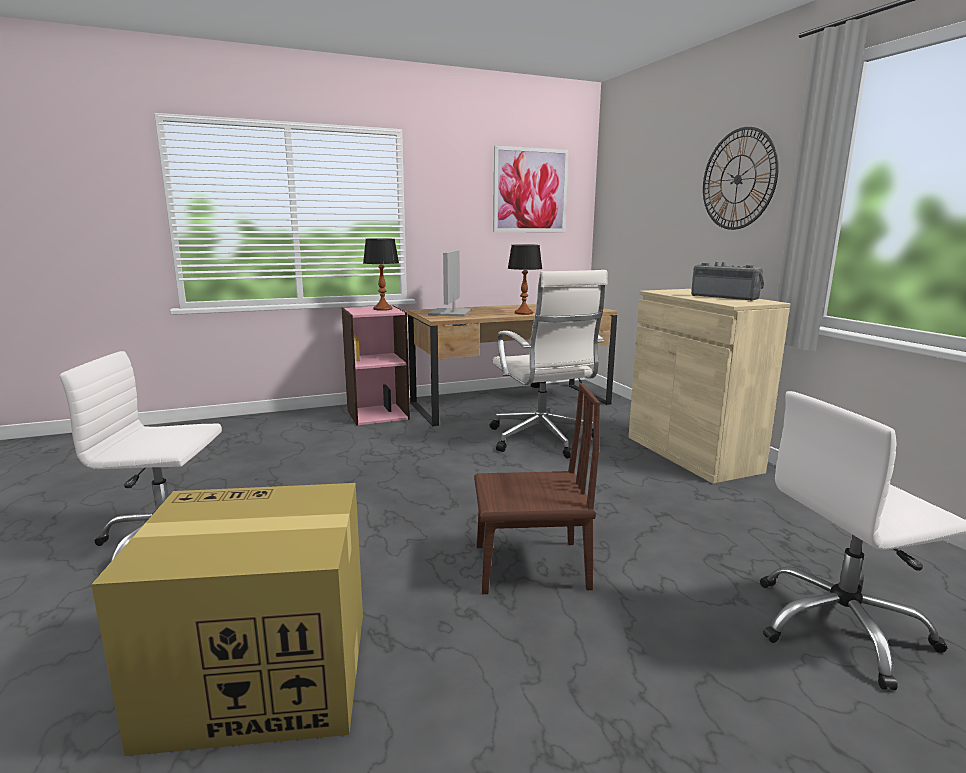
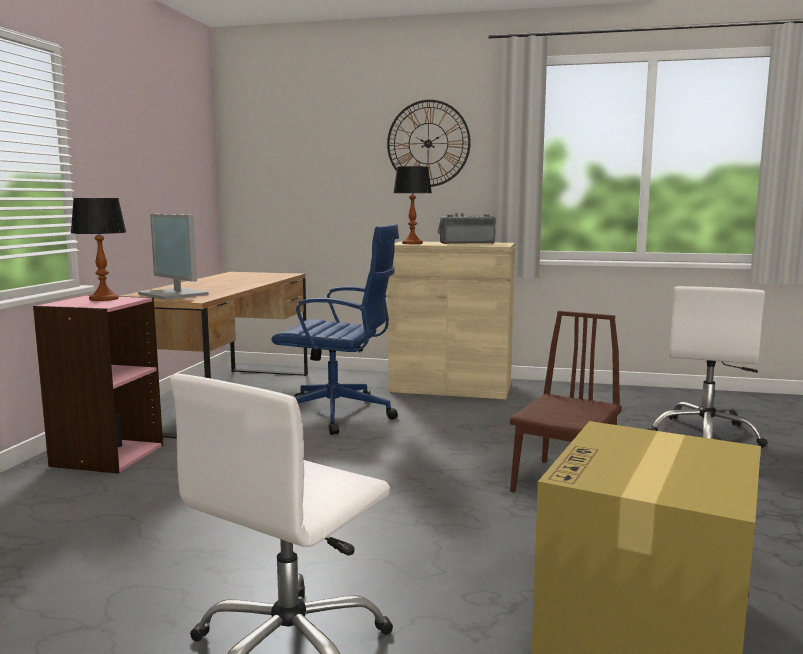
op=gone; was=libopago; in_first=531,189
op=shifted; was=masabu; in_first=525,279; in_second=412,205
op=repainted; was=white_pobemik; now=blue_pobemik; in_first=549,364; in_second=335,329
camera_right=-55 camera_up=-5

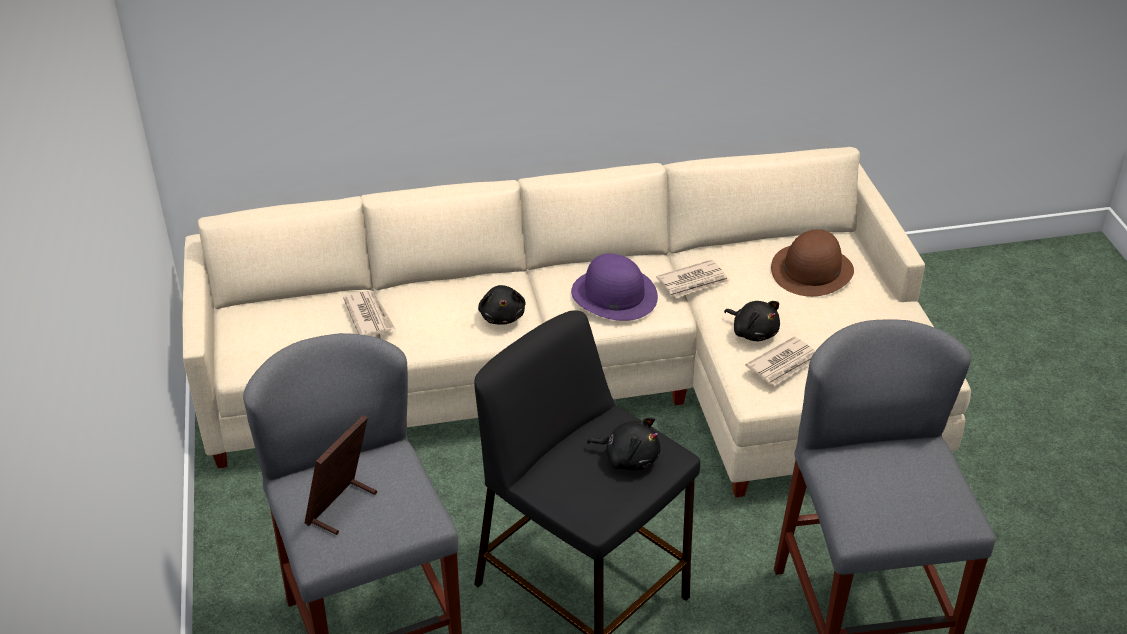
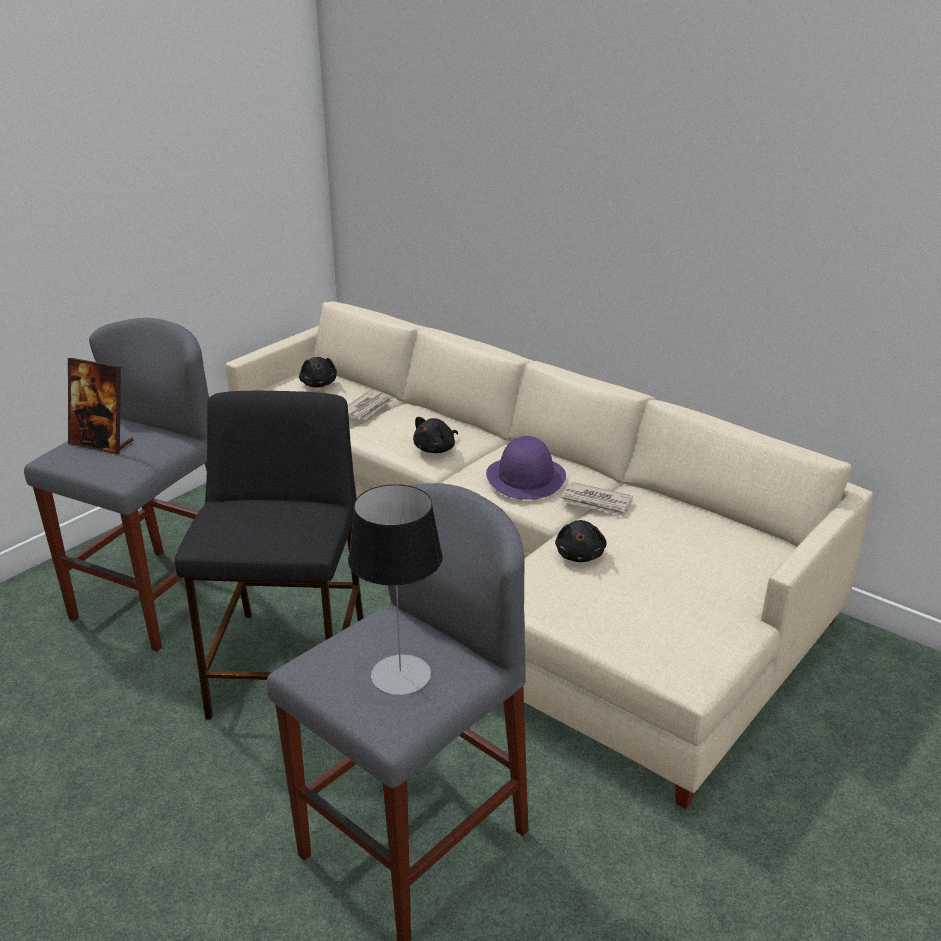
op=gone; was=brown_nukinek; in_first=812,263
op=gone; was=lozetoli; in_first=780,361
op=rotated; was=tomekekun; in_first=341,475; in_second=100,406; clockwise=-150
op=shifted; was=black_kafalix; in_first=624,443; in_second=318,372
op=new; now=masabu; in_second=395,589
camera_right=50 camera_up=-10

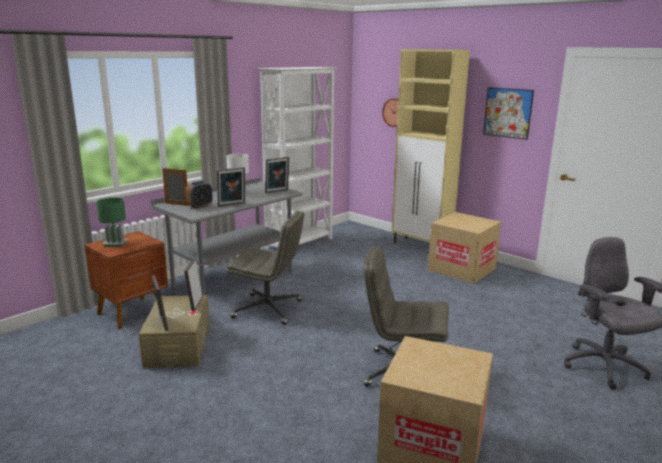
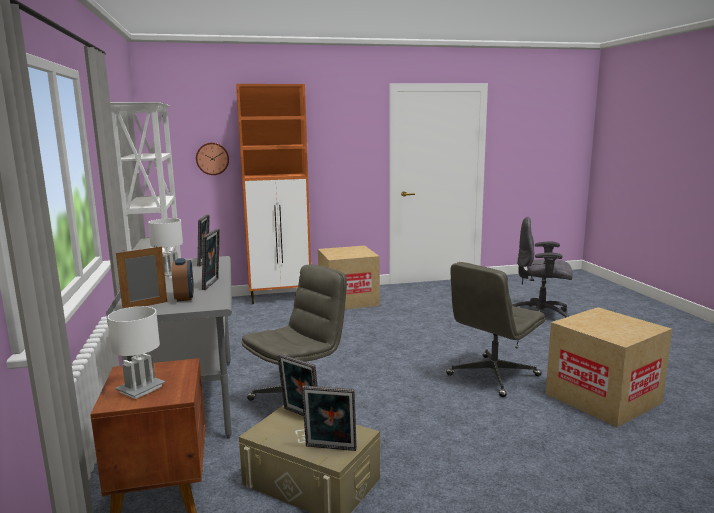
op=repainted; was=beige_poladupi; now=orange_poladupi; in_first=431,146; in_second=273,194
op=gone; was=libopago; in_first=508,113
op=repainted; was=green_masabu; now=white_masabu; in_first=112,222; in_second=136,352
camera_right=-55 camera_up=-5

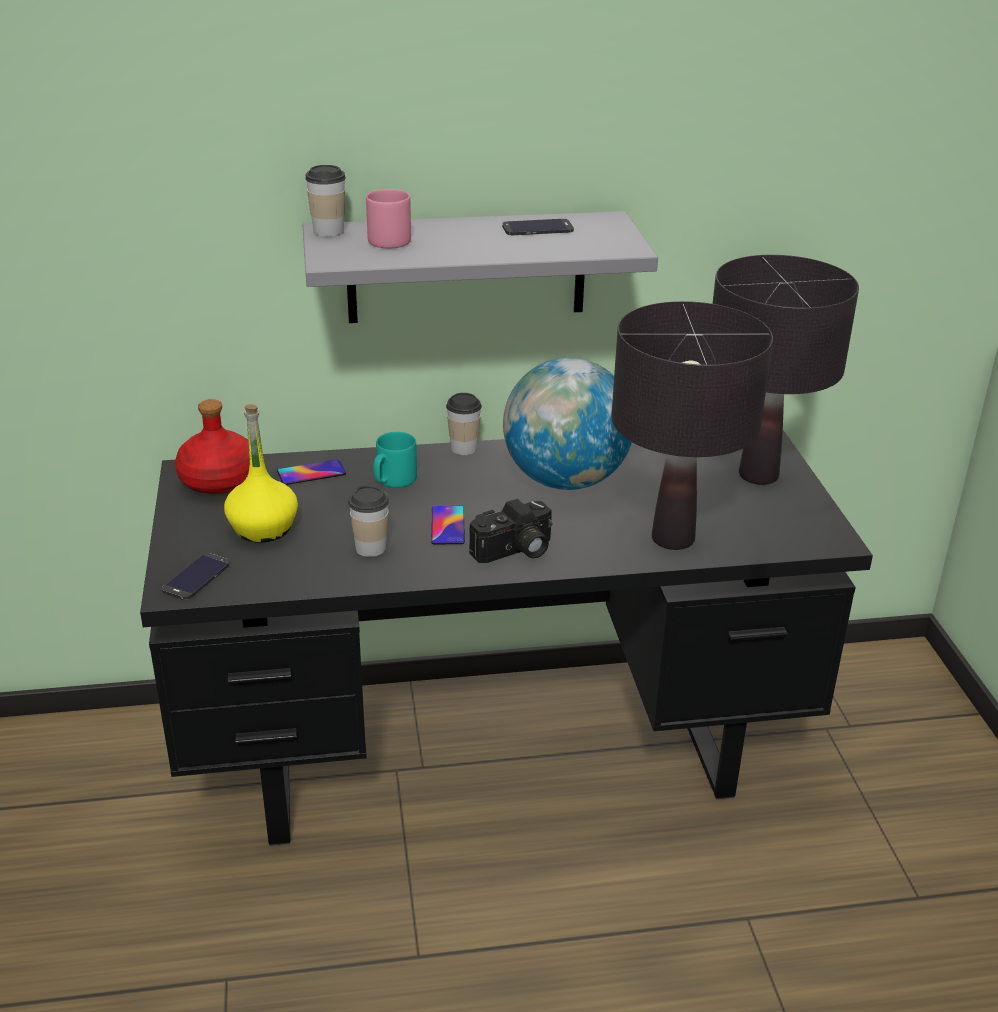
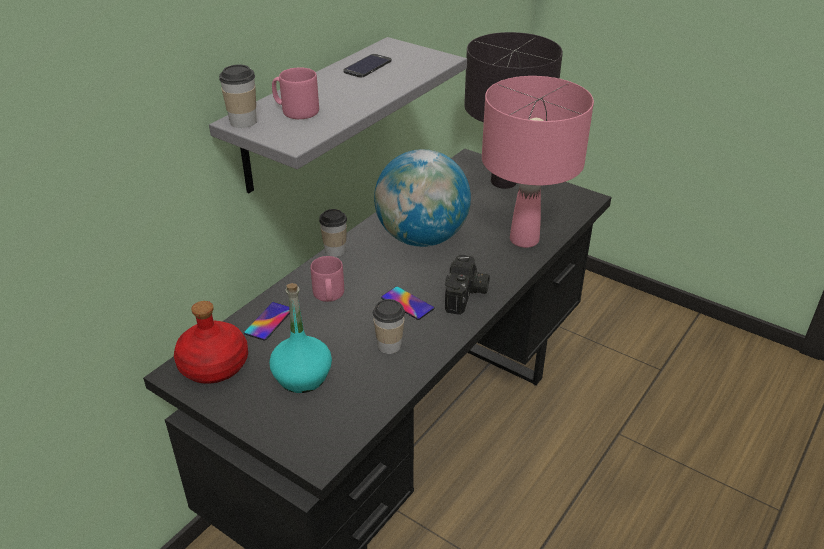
op=repainted; was=black_masabu; now=pink_masabu; in_first=692,425; in_second=538,162
op=repainted; was=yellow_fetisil; now=turquoise_fetisil; in_first=261,473; in_second=300,338
op=repainted; was=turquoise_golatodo; now=pink_golatodo; in_first=395,460; in_second=327,279
op=gone; was=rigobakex; in_first=196,576
camera_right=-45 camera_up=5

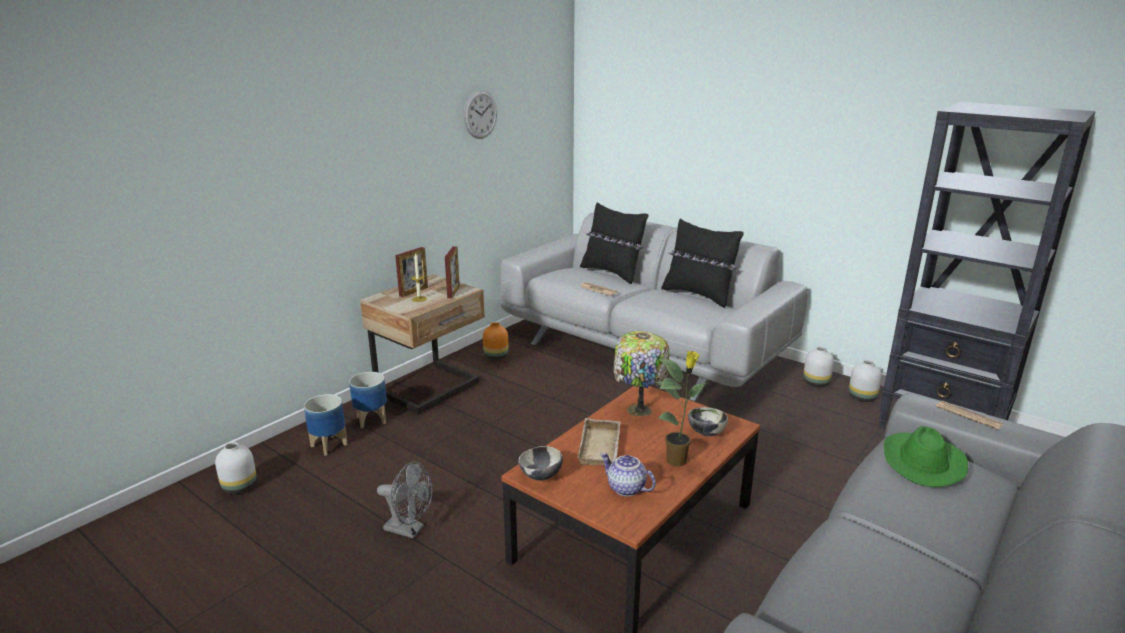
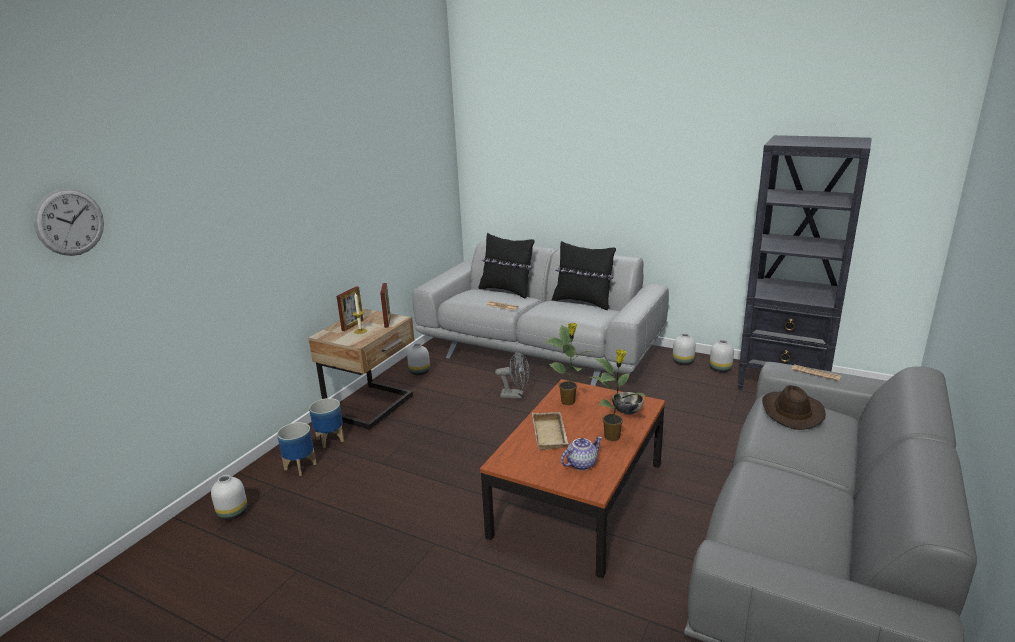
op=shifted; was=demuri; in_first=480,114; in_second=69,222
op=repainted; was=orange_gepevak; now=white_gepevak; in_first=496,341; in_second=418,359
op=swapped; was=masabu; now=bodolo; in_first=641,373; in_second=568,364
op=repainted; was=green_nukinek; now=brown_nukinek; in_first=926,456; in_second=794,407
op=gone; was=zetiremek; in_first=540,463
op=rotated; was=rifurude; in_first=628,474; in_second=581,453; clockwise=120
op=shifted; was=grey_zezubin; in_first=405,499; in_second=512,375
camera_right=-10 camera_up=0

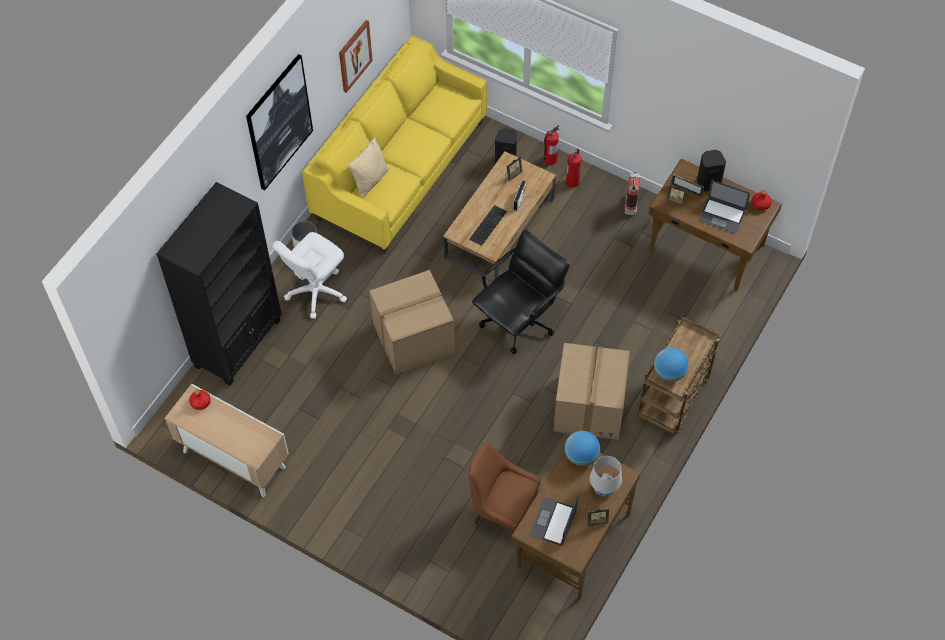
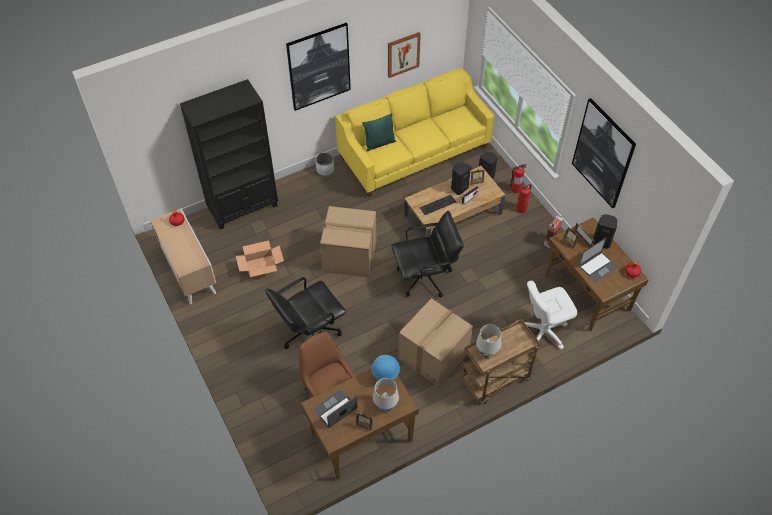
op=repainted; was=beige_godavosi; now=green_godavosi; in_first=368,167; in_second=379,132
op=rotated; was=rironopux; in_first=724,206; in_second=598,260; clockwise=-90
op=shifted; was=white_pobemik; in_first=309,275; in_second=551,316
op=swapped; was=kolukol; now=white_masabu; in_first=671,365; in_second=488,341
op=new; now=libopago; in_second=604,153
op=new; now=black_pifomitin; in_second=461,178
op=new; now=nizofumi; in_second=260,259
op=new; now=black_pobemik; in_second=305,313
camera_right=30 camera_up=-5

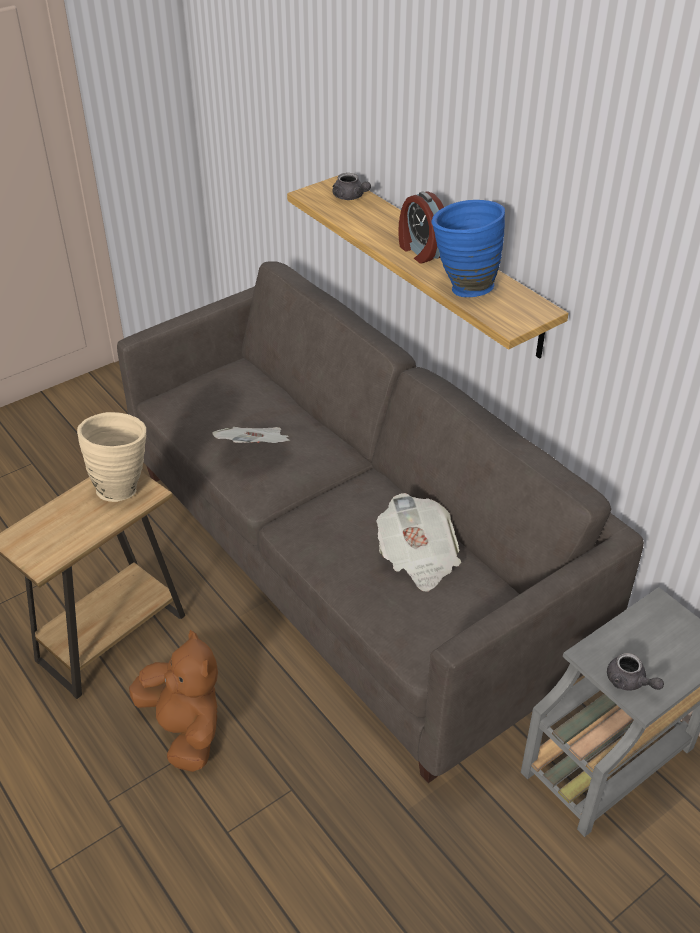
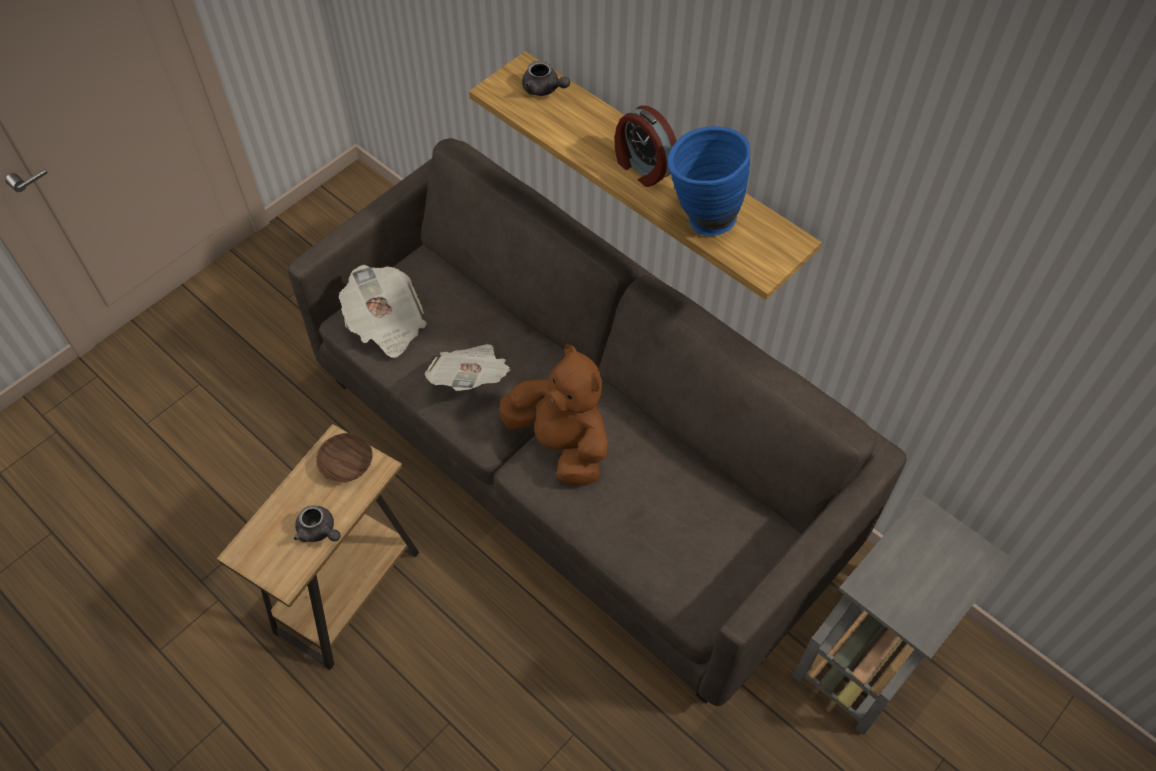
op=swapped; was=beige_gepevak; now=brown_zetiremek; in_first=111,457; in_second=344,457
op=shifted; was=lozetoli; in_first=418,542; in_second=383,311
op=shifted; was=brown_kafalix; in_first=173,701; in_second=554,415
op=shifted; was=grey_rifurude; in_first=635,672; in_second=317,523
camera_right=-10 camera_up=15

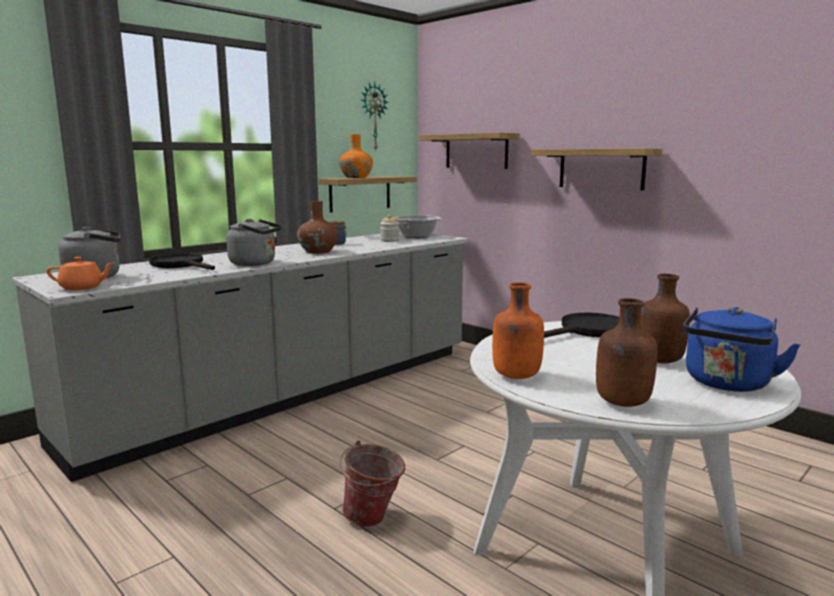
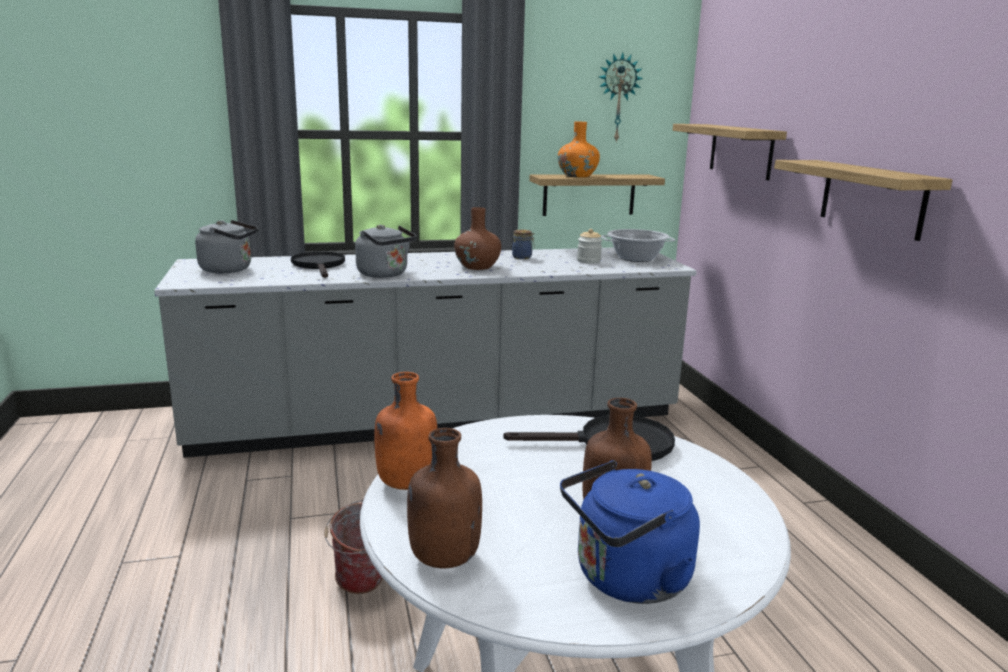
op=gone; was=orange_rifurude; in_first=80,273
camera_right=30 camera_up=5

